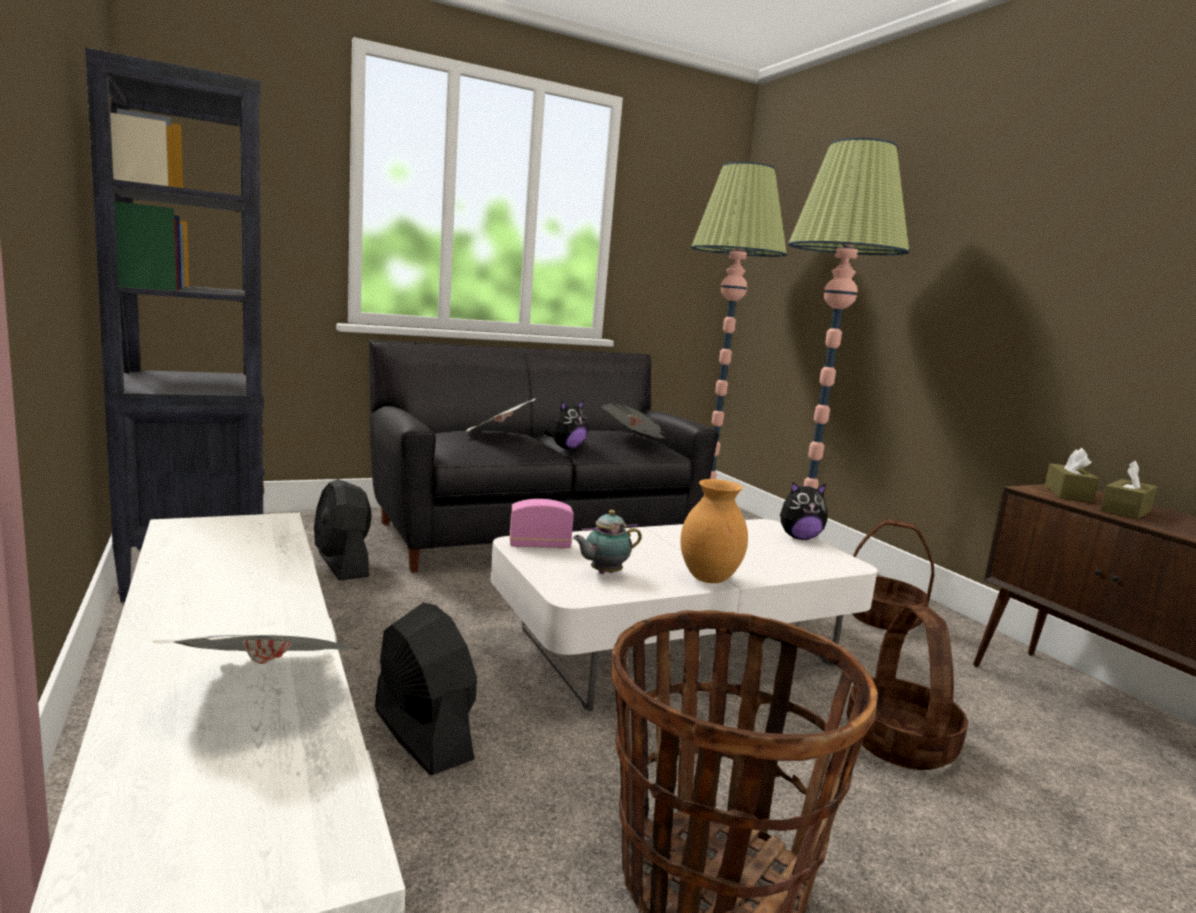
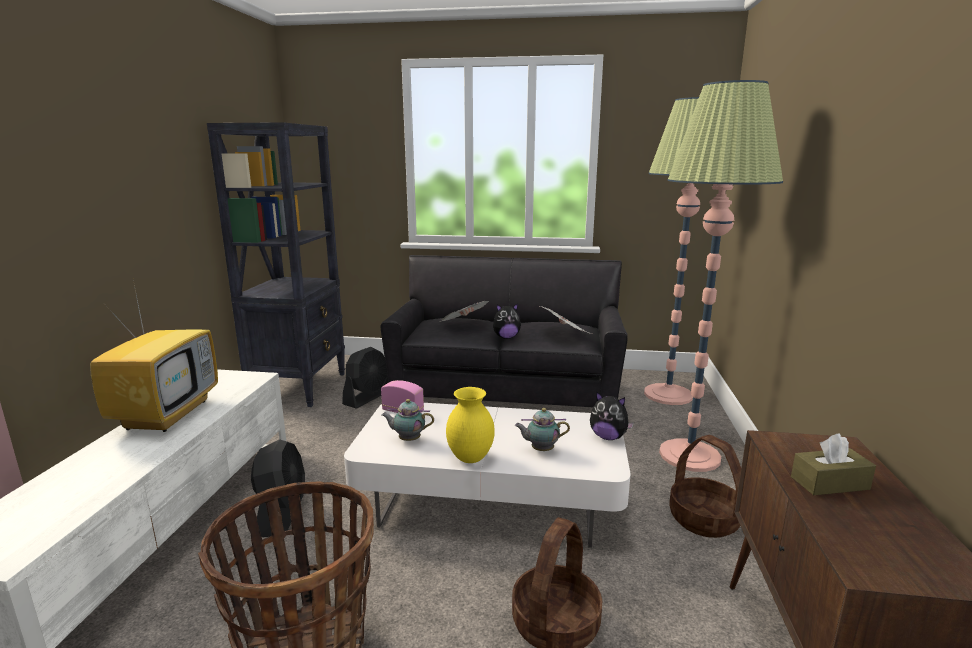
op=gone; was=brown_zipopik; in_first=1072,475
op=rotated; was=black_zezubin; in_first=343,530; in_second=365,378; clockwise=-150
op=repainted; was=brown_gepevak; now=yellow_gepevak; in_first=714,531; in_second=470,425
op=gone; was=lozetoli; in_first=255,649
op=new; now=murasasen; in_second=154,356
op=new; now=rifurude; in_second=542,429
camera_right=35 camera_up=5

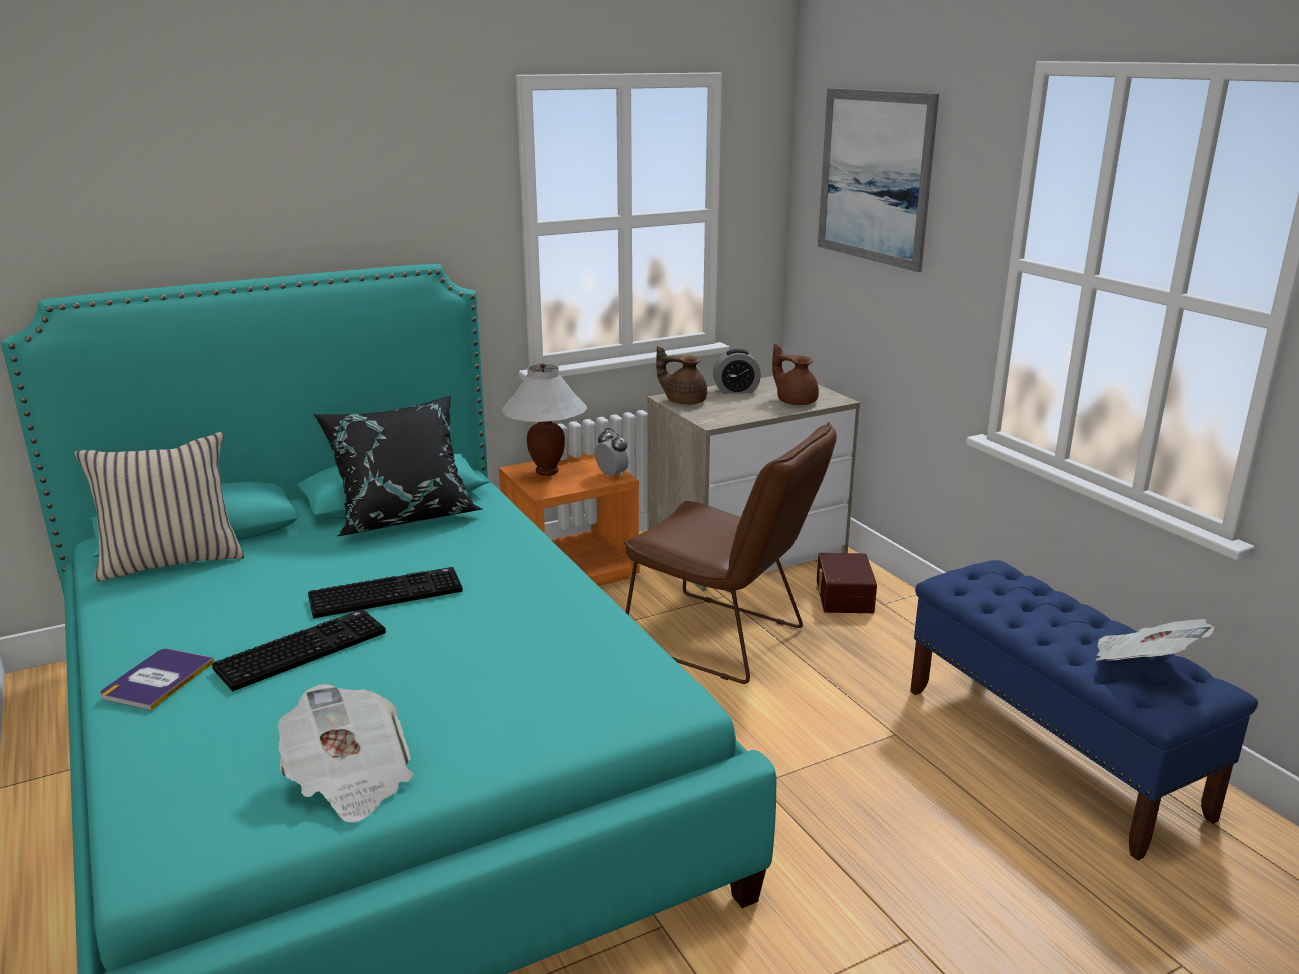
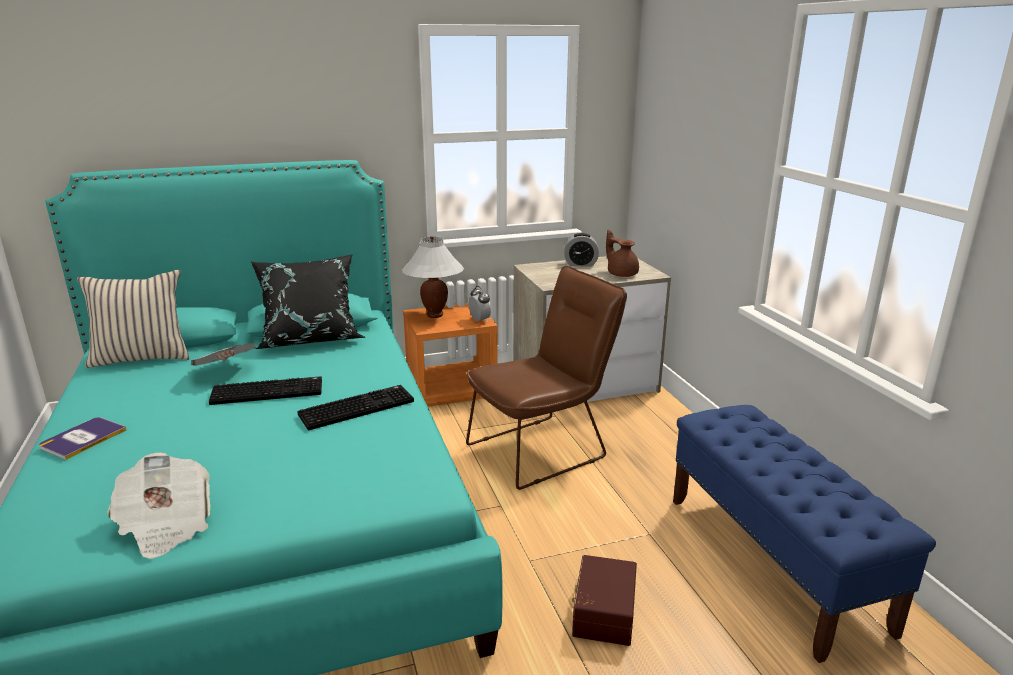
op=gone; was=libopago; in_first=878,180
op=gone; was=brown_rifurude; in_first=681,375
op=rotated; was=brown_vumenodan; in_first=730,553; in_second=546,378; clockwise=-75
op=shifted; was=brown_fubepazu; in_first=846,583; in_second=604,600
op=shifted; was=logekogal; in_first=299,650; in_second=355,407
op=shifted; was=lozetoli; in_first=1154,640; in_second=223,354
camera_right=10 camera_up=0

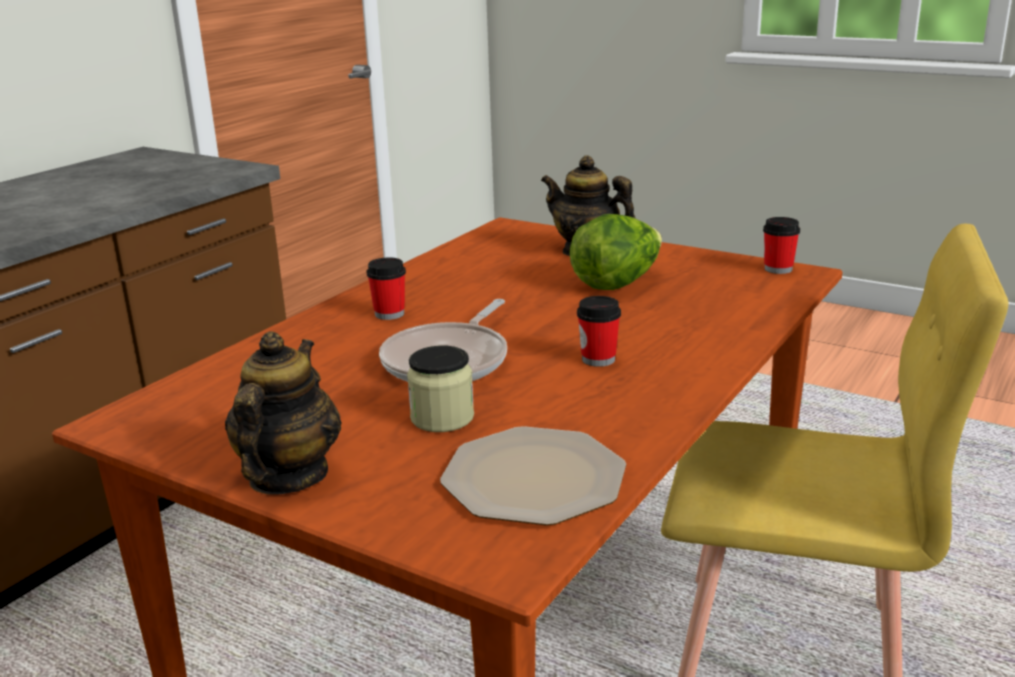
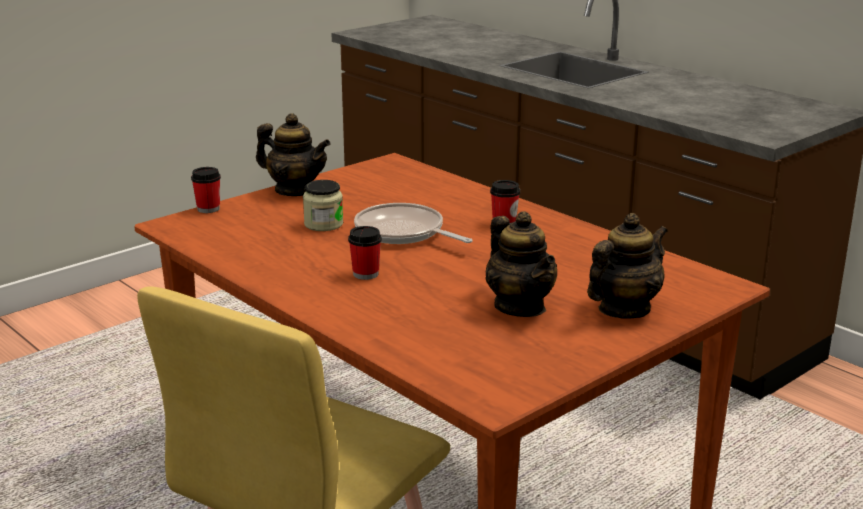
op=swapped; was=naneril; now=rifurude; in_first=615,252; in_second=521,264
op=shifted; was=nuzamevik; in_first=781,245; in_second=206,190
op=gone; was=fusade; in_first=533,476
camera_right=105 camera_up=0

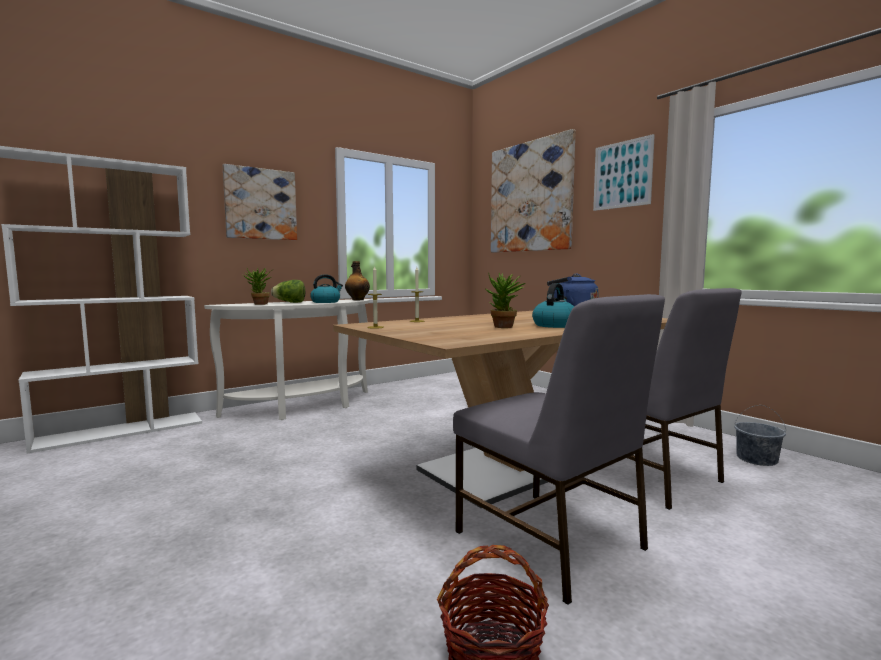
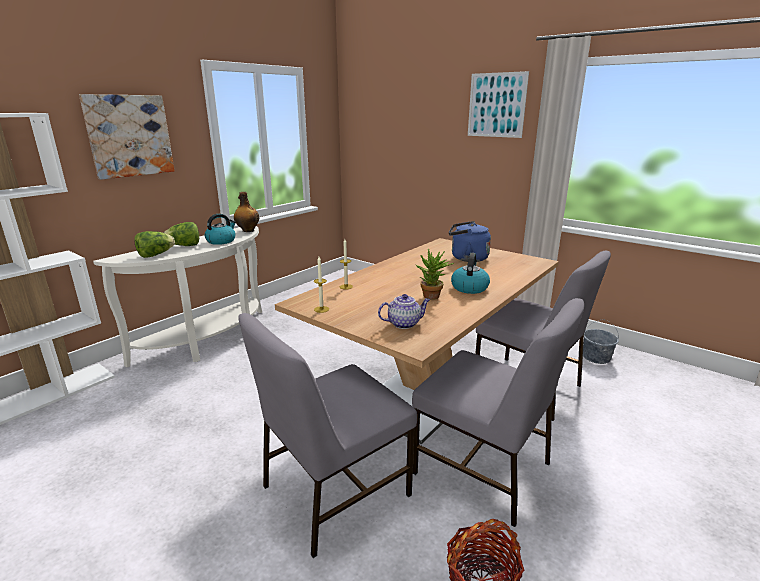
op=gone; was=libopago; in_first=533,191
op=swapped; was=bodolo; now=naneril; in_first=257,286; in_second=155,244
op=new; now=rifurude; in_second=404,311
op=new; now=grey_vumenodan; in_second=327,435
camera_right=-15 camera_up=15

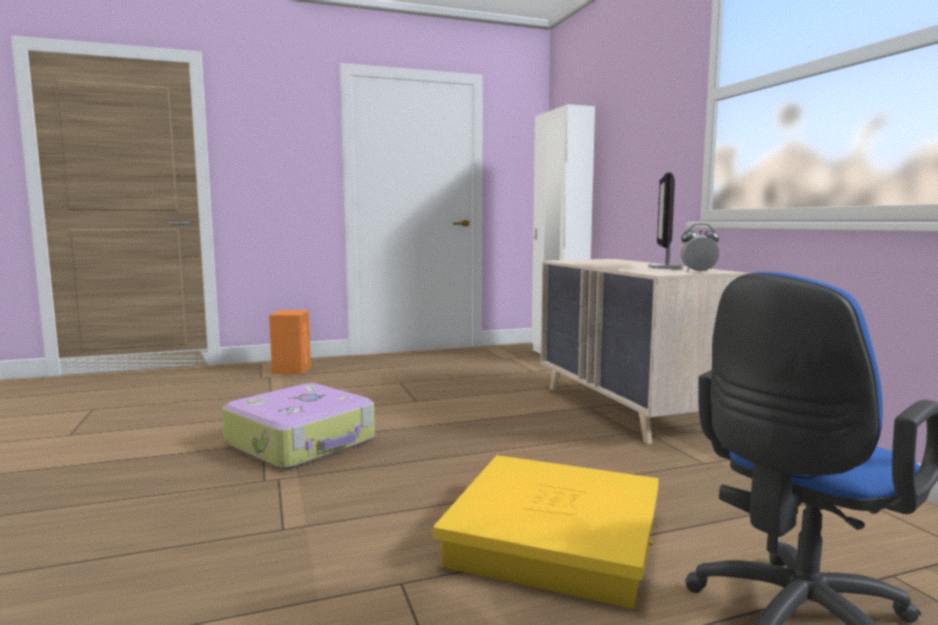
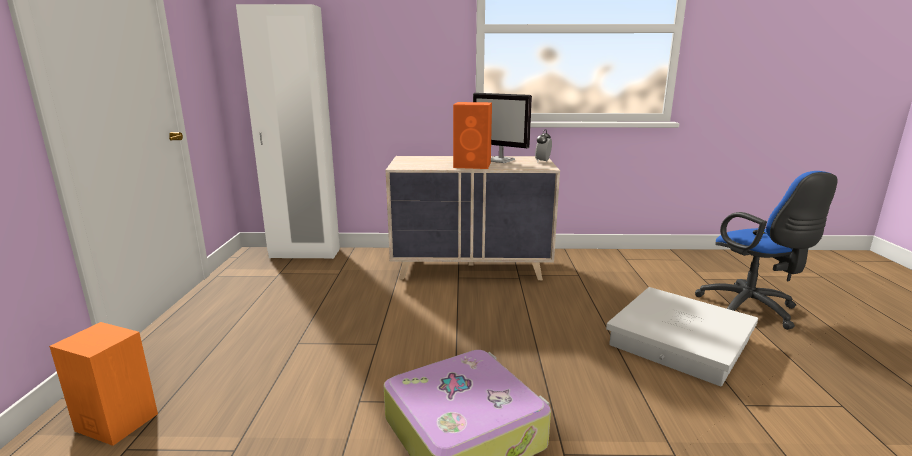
op=repainted; was=yellow_fubepazu; now=white_fubepazu; in_first=546,532; in_second=682,337
op=new; now=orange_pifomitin; in_second=472,135
camera_right=-70 camera_up=10

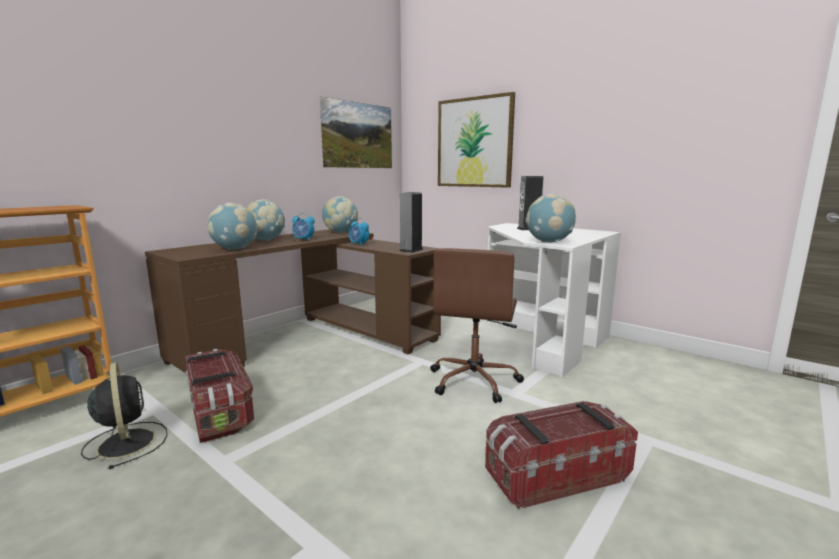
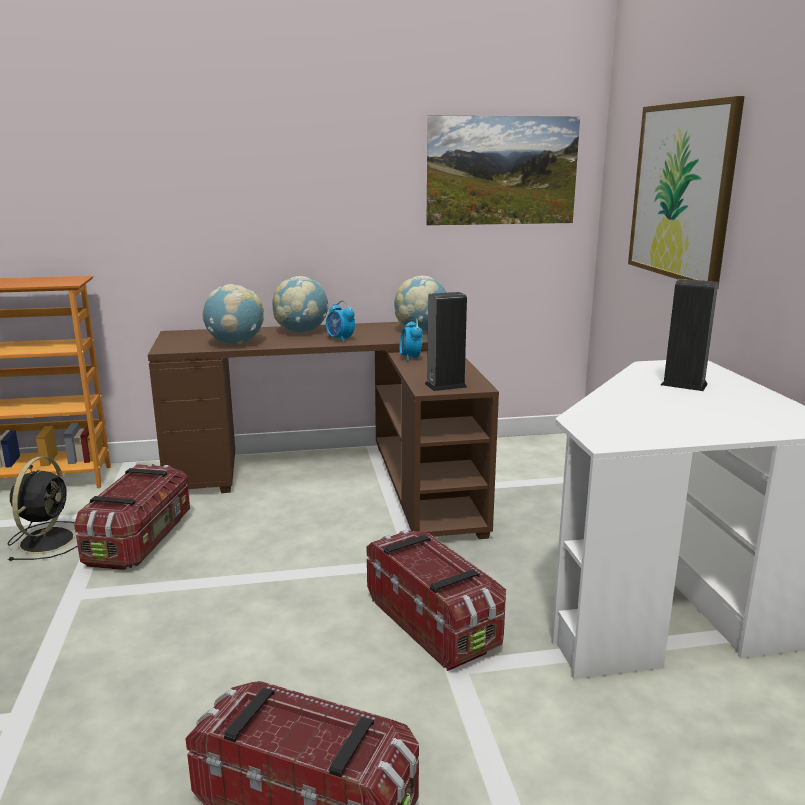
op=gone; was=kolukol; in_first=550,218
op=swapped; was=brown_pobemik; now=fubepazu; in_first=477,325; in_second=436,600
camera_right=40 camera_up=5

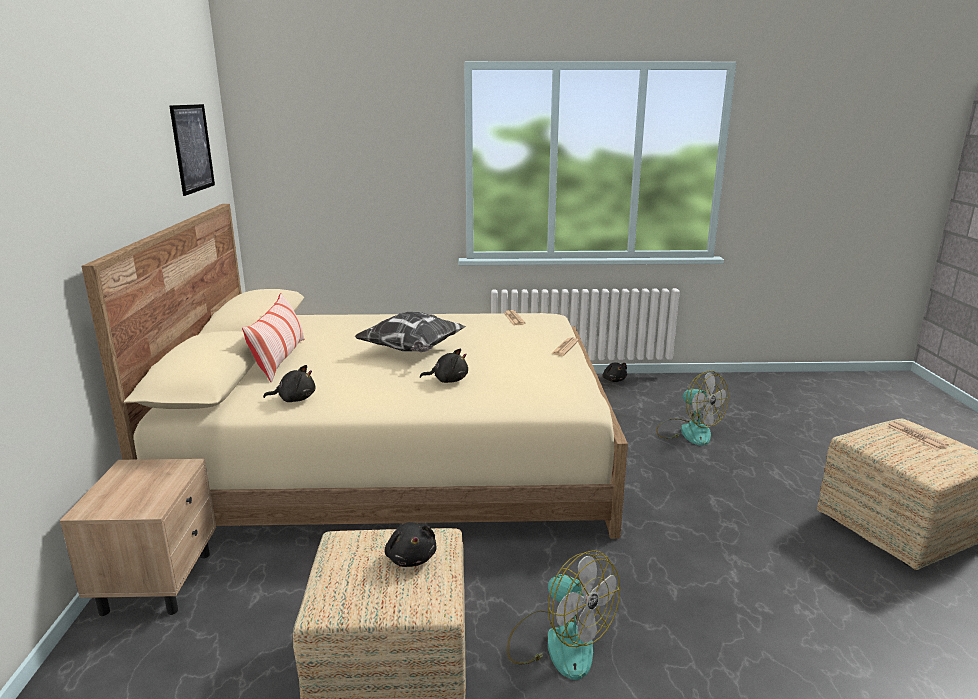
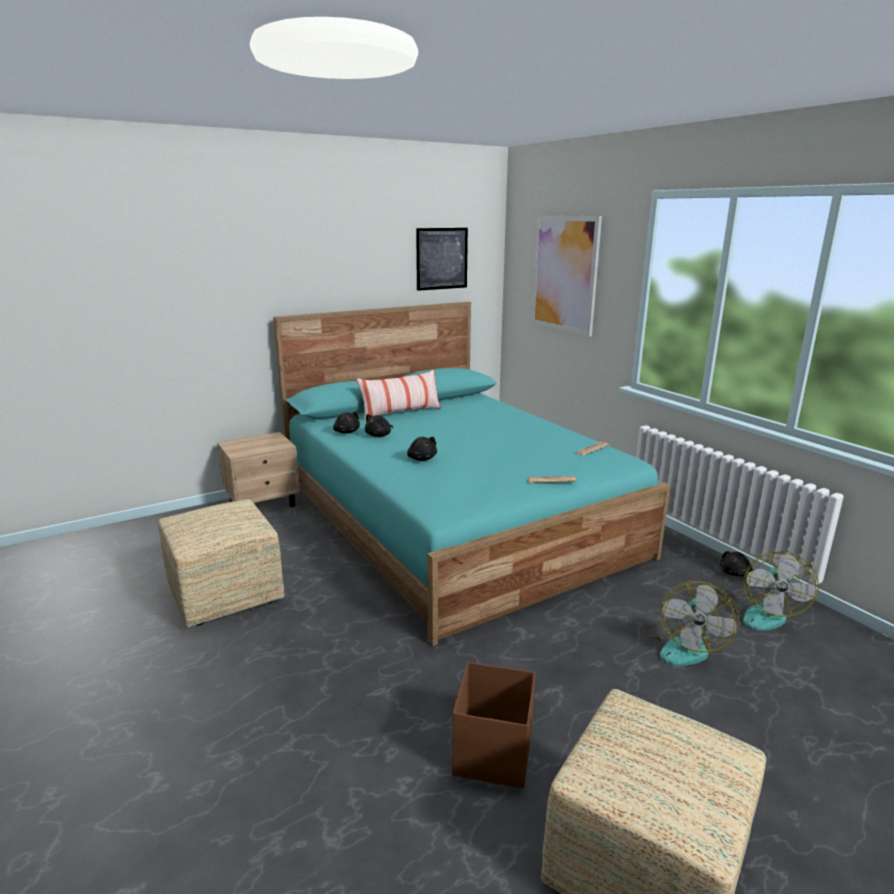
op=repainted; was=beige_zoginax; now=turquoise_zoginax; in_first=354,371; in_second=471,474
op=gone; was=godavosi; in_first=410,332
op=gone; was=lozetoli; in_first=918,435
op=shifted; was=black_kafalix; in_first=410,544; in_second=379,425
op=shifted; was=zezubin; in_first=563,615; in_second=770,591
op=new; now=libopago; in_second=566,276
op=new; now=brown_fubepazu; in_second=493,725
camera_right=60 camera_up=0

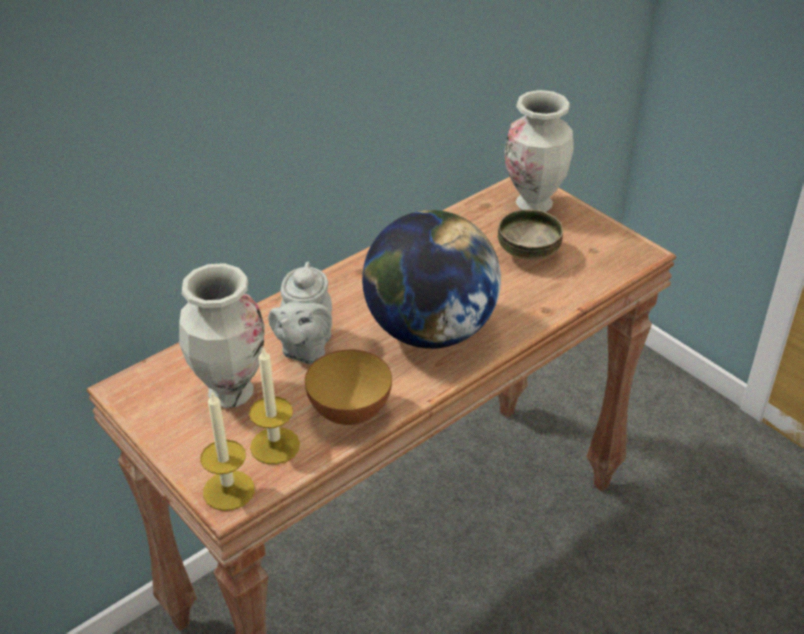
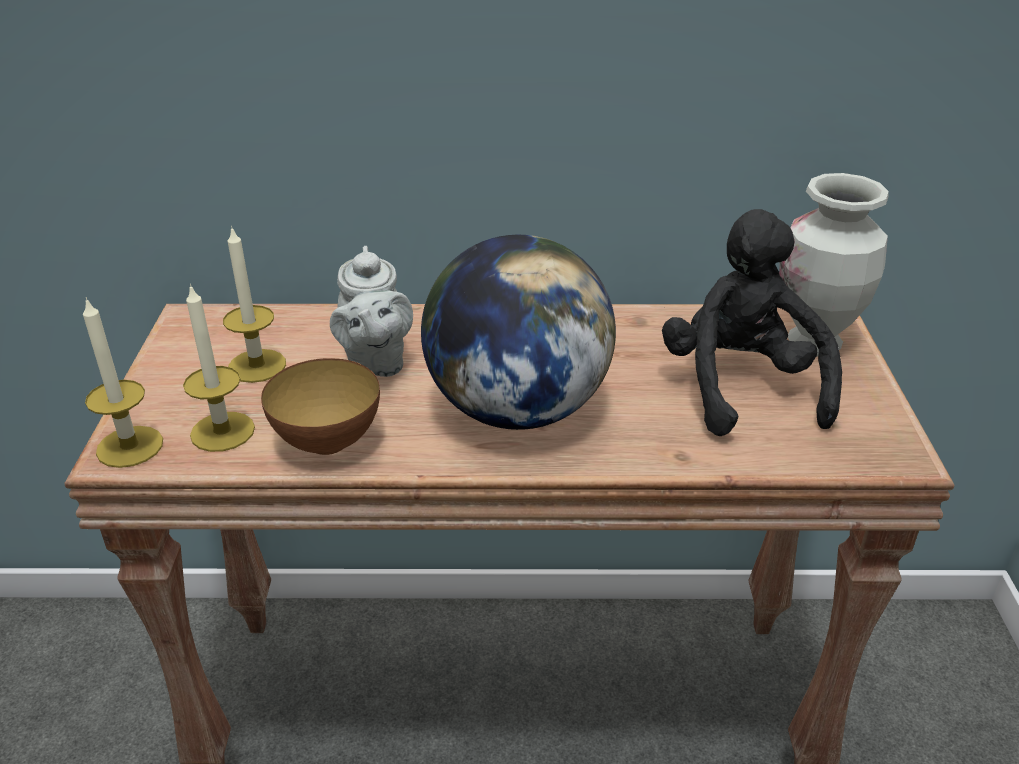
op=swapped; was=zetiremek; now=black_kafalix; in_first=530,234; in_second=752,322
op=rotated; was=grey_rifurude; in_first=300,313; in_second=371,311; clockwise=-60
op=swapped; was=gepevak; now=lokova; in_first=222,335; in_second=254,304
camera_right=40 camera_up=-5

